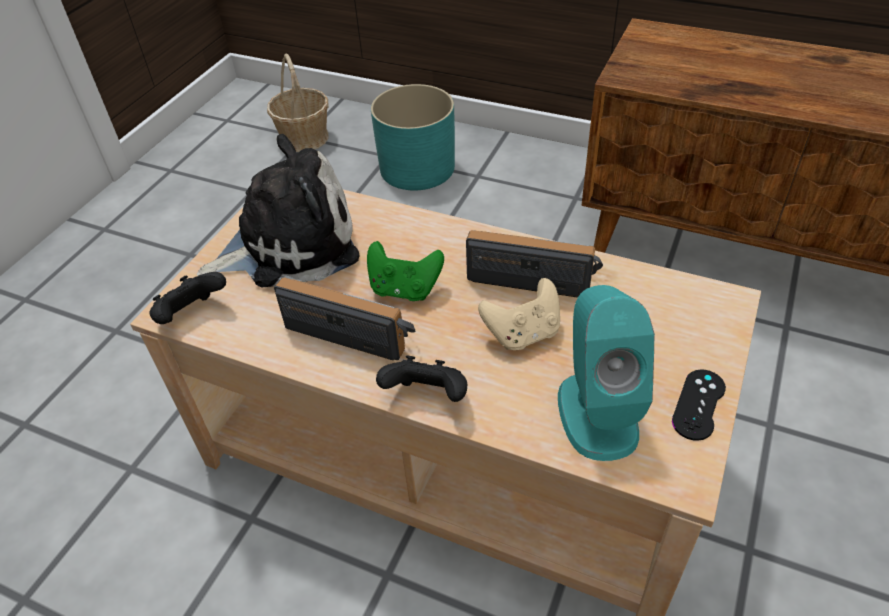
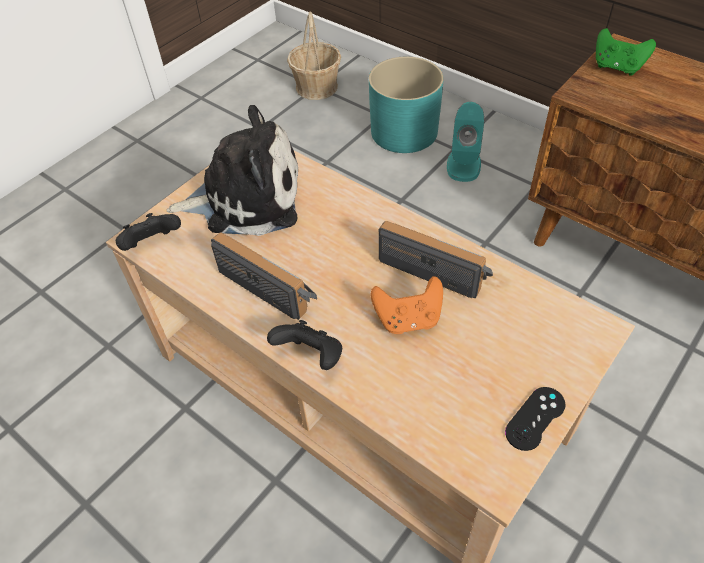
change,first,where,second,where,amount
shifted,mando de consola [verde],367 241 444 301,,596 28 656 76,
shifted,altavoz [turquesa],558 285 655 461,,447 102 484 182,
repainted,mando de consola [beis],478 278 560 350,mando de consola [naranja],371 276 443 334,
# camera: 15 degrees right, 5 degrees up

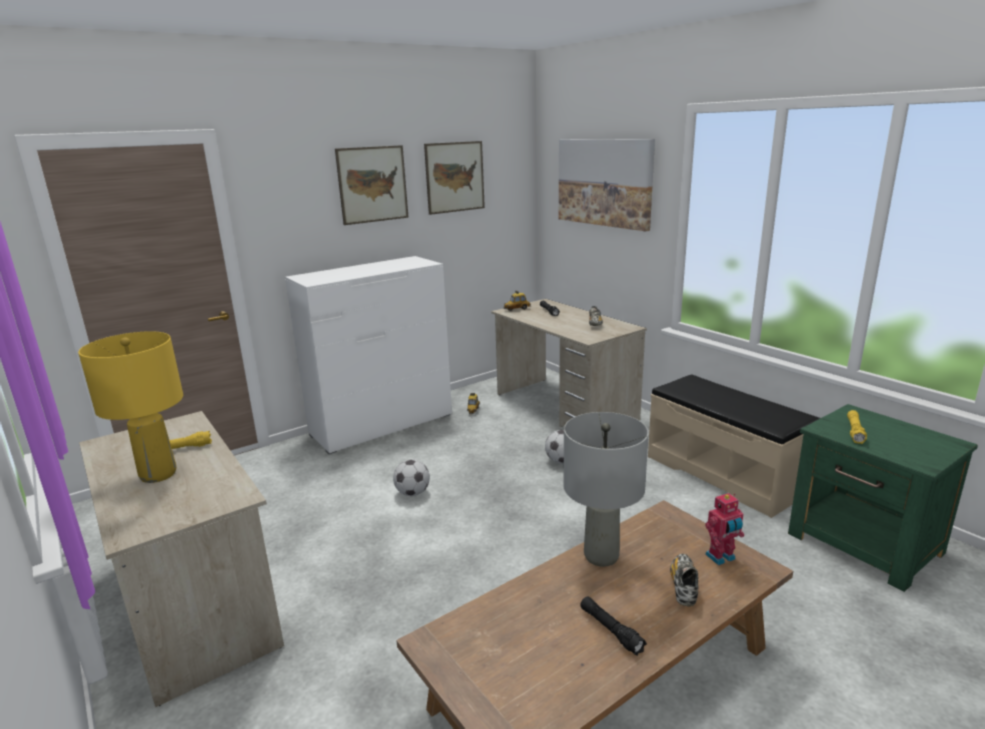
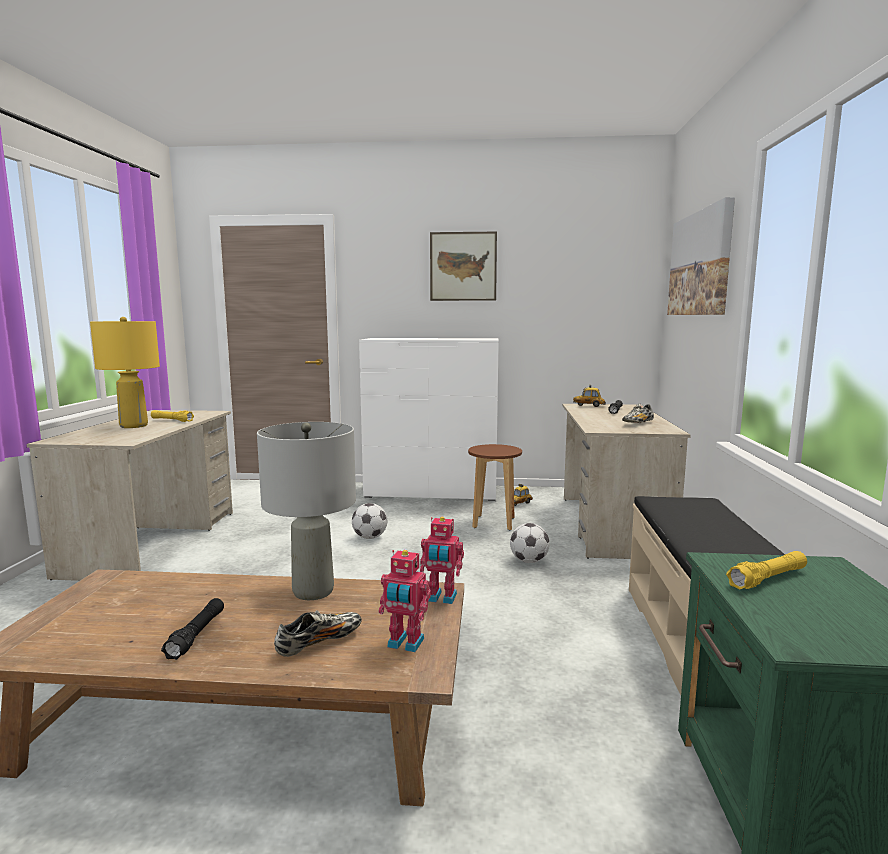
change,first,where,second,where,amount
gone,cuadro,424 141 485 215,,,
new,,,robot de juguete,420 517 464 604,
new,,,taburete [marrón],468 444 522 531,
# camera: 40 degrees right, 10 degrees down

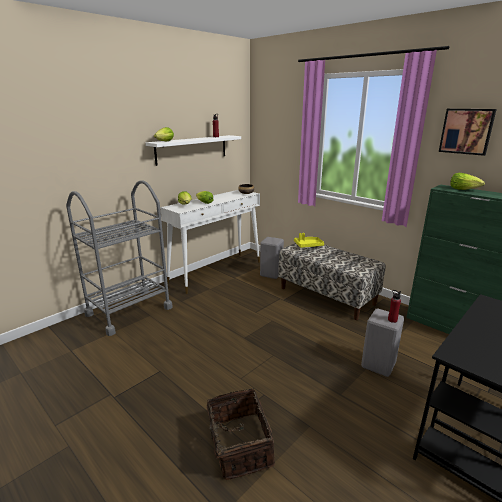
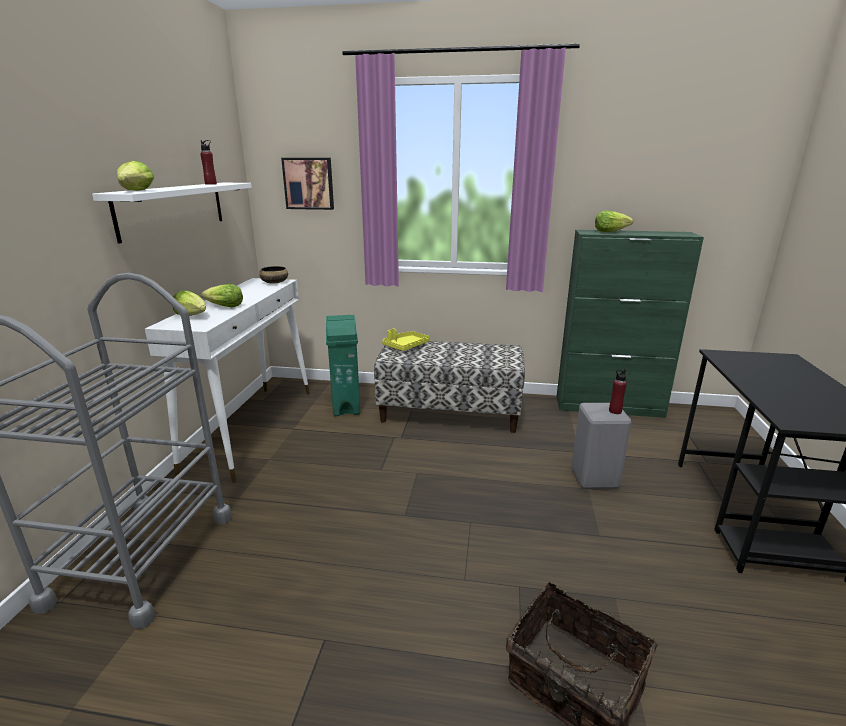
change,first,where,second,where,amount
shifted,cuadro,439 109 497 156,,281 158 334 210,
swapped,taburete [gris],260 237 284 279,papelera [verde],326 315 360 416,
# camera: 35 degrees left, 0 degrees up

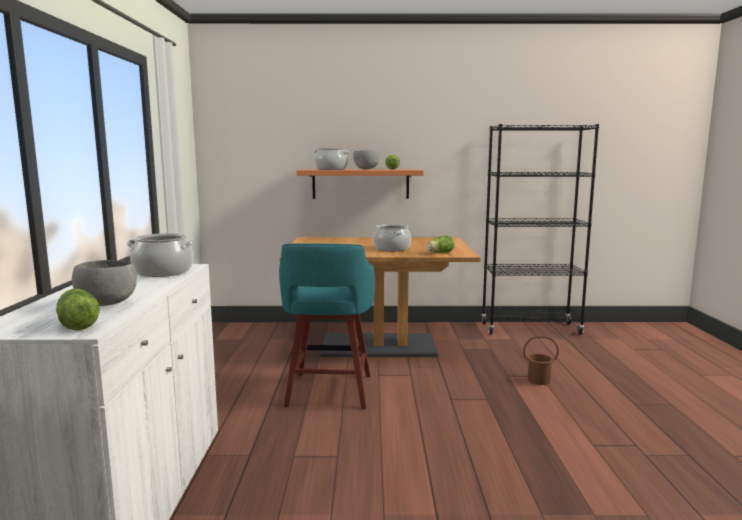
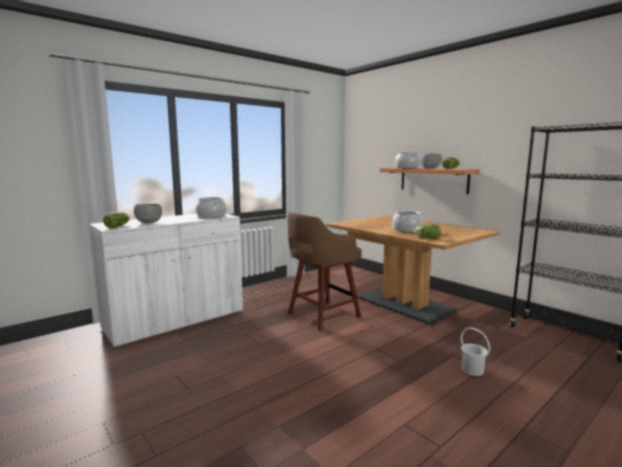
change,first,where,second,where,amount
repainted,taburete [turquesa],279 244 375 409,taburete [marrón],287 212 362 331,
repainted,cubo [marrón],523 336 559 385,cubo [blanco],461 327 490 376,
# camera: 50 degrees right, 0 degrees up

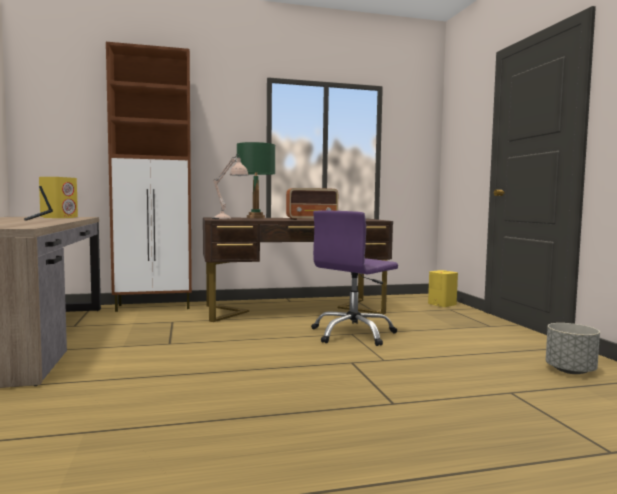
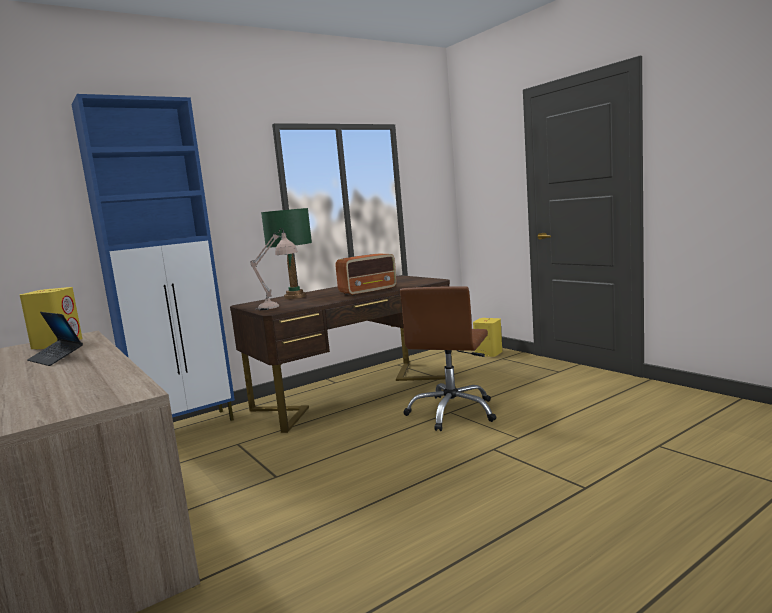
change,first,where,second,where,amount
gone,maceta [gris],546 323 600 374,,,
repainted,armario [marrón],106 42 192 312,armario [azul],72 94 235 421,
repainted,silla de oficina [morado],311 211 398 346,silla de oficina [marrón],400 286 496 431,
# camera: 20 degrees left, 5 degrees up

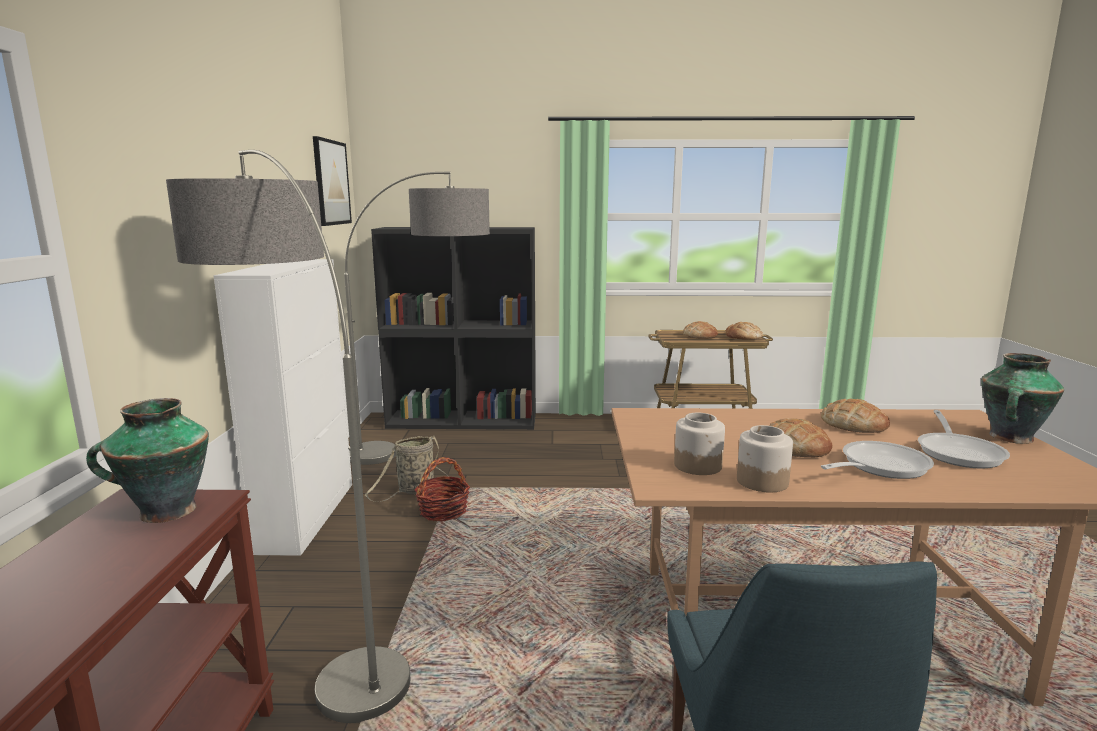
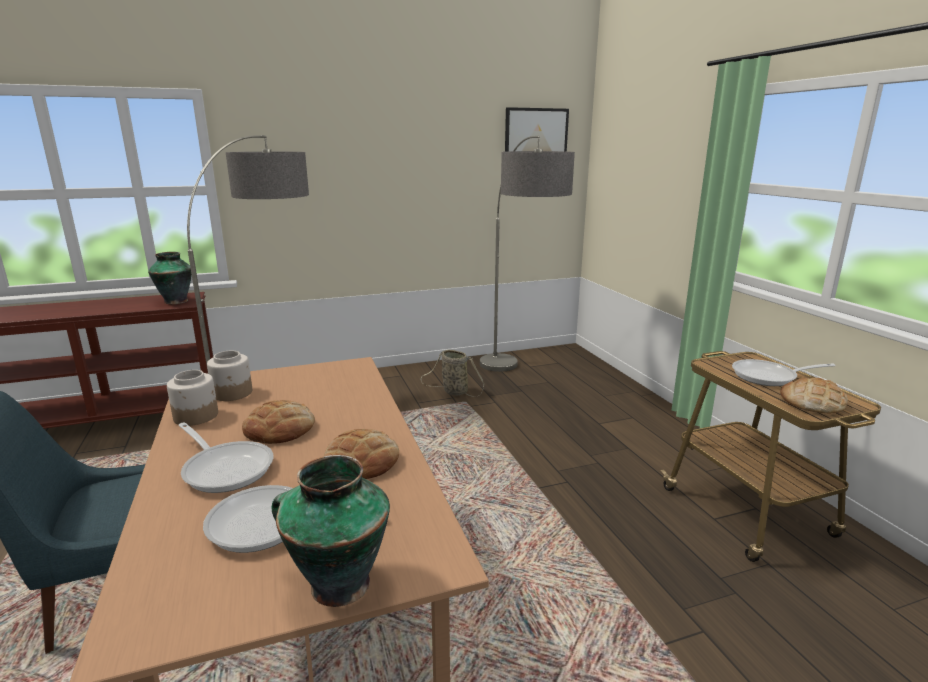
change,first,where,second,where,amount
gone,armario [blanco],213 259 352 556,,,
gone,estantería [negro],371 227 536 430,,,
gone,cesta,415 457 470 521,,,
swapped,pan,683 321 718 339,sartén,732 359 836 386,
# camera: 70 degrees right, 5 degrees up

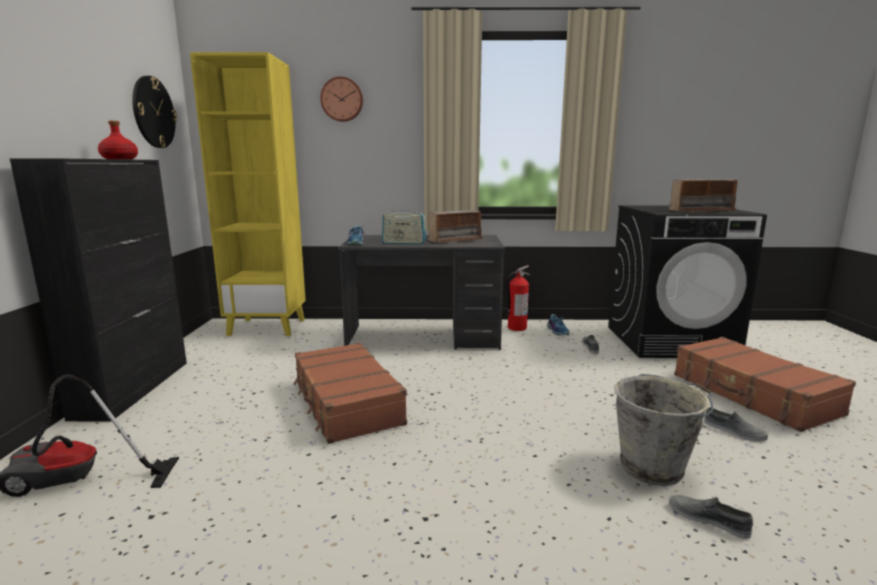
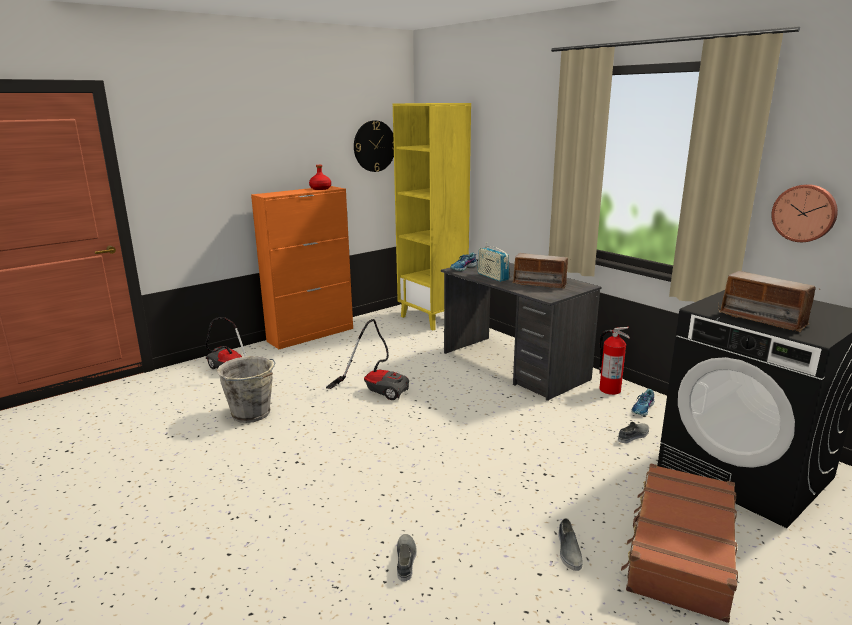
change,first,where,second,where,amount
shifted,reloj de pared,320 76 363 122,,771 184 838 242,
shifted,cubo [gris],614 374 713 486,,217 356 275 423,
swapped,maleta [marrón],293 342 407 444,aspiradora,326 319 409 400,
repainted,armario [negro],10 159 187 422,armario [naranja],251 186 353 349,
# camera: 50 degrees right, 5 degrees up

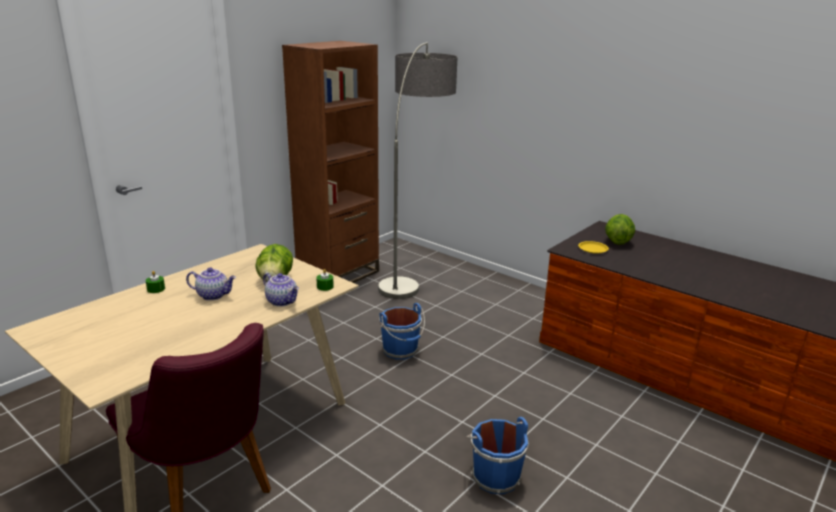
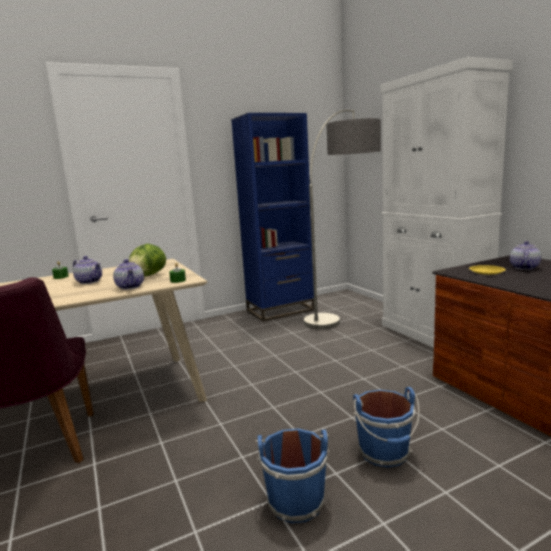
change,first,where,second,where,amount
new,,,armario [blanco],380 57 513 348,
shifted,cubo [azul],379 303 425 359,,353 387 420 468,
swapped,lechuga,605 214 635 245,tetera,510 241 541 270,
repainted,estantería [marrón],282 41 379 283,estantería [azul],231 113 314 321,
# camera: 25 degrees right, 10 degrees down

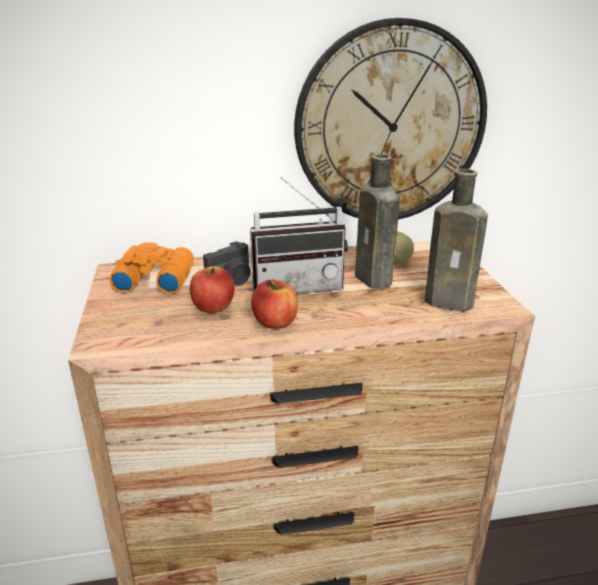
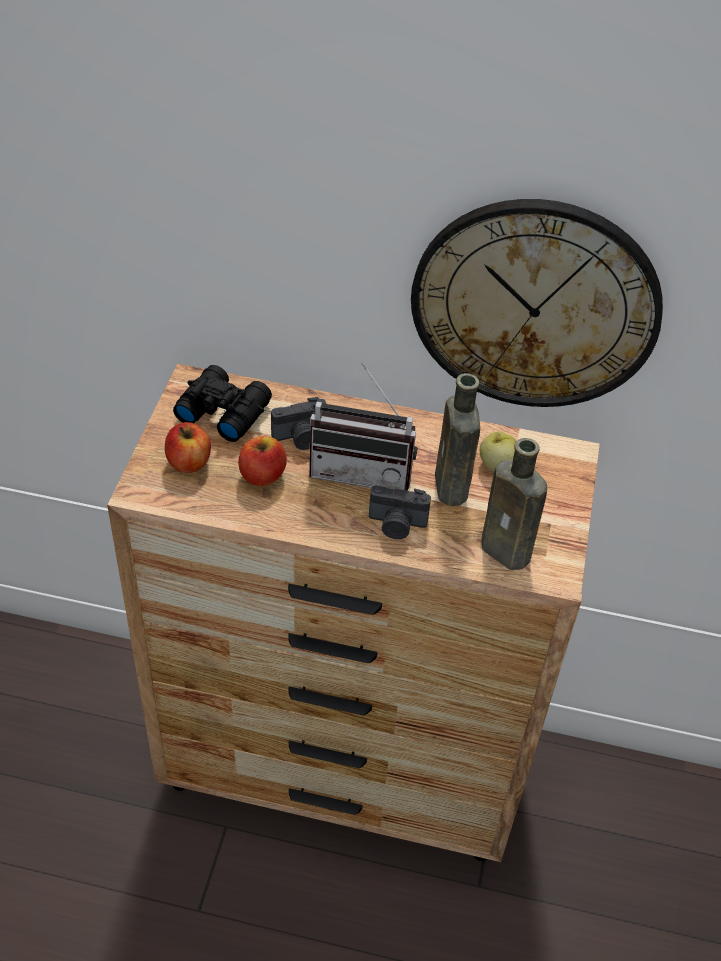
change,first,where,second,where,amount
new,,,cámara,369 485 431 539,
shifted,manzana,251 280 298 329,,165 422 211 473,
repainted,prismáticos [naranja],110 242 194 294,prismáticos [negro],173 365 272 442,
# camera: 20 degrees right, 20 degrees up

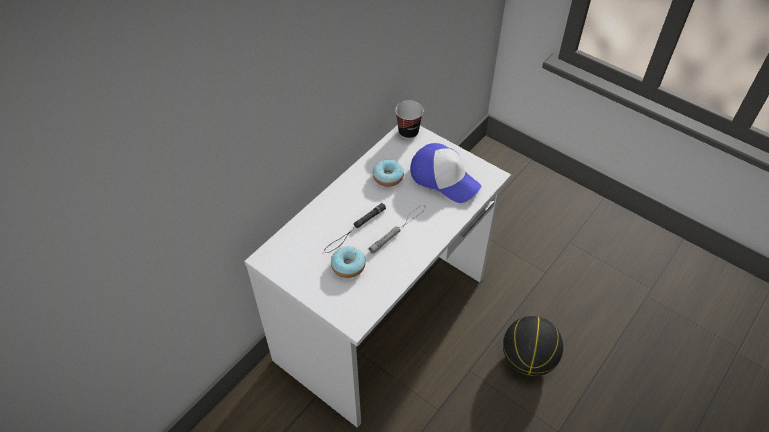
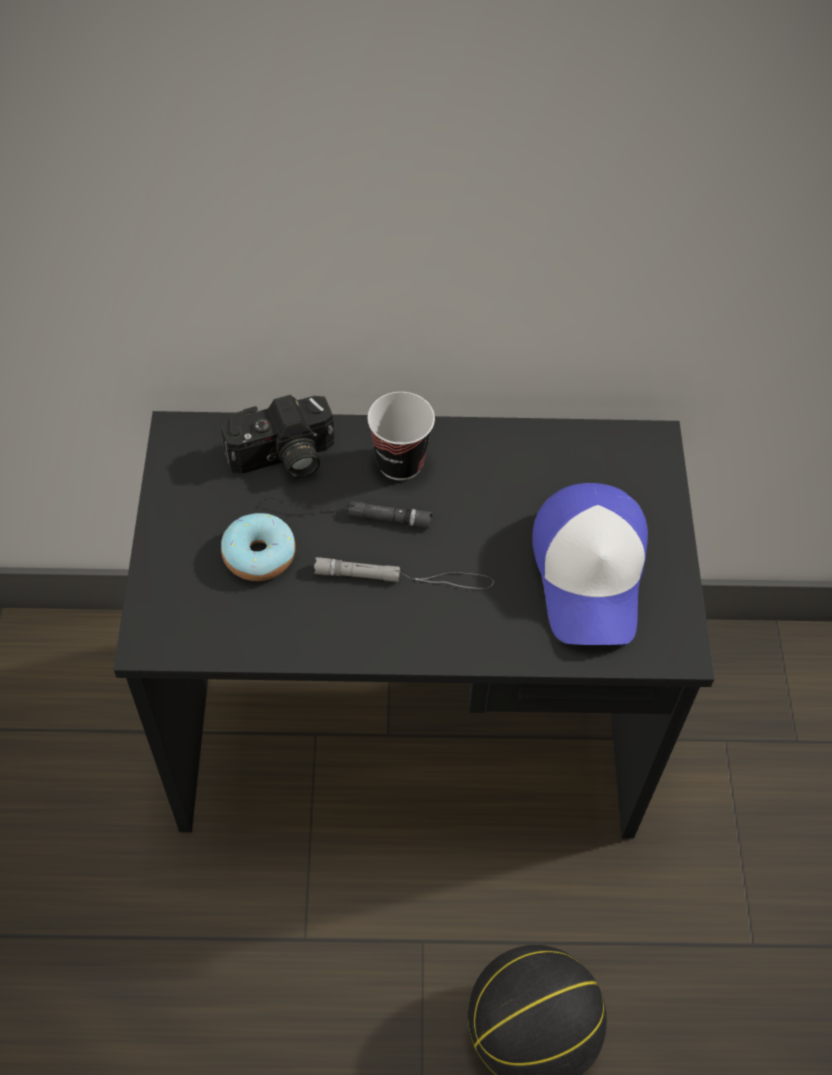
change,first,where,second,where,amount
gone,rosquilla,372 160 404 187,,,
new,,,cámara,221 395 334 478,
shifted,taza,395 101 423 139,,368 392 435 480,
repainted,escritorio [blanco],244 125 511 428,escritorio [negro],114 411 714 839,
# camera: 50 degrees right, 5 degrees up

